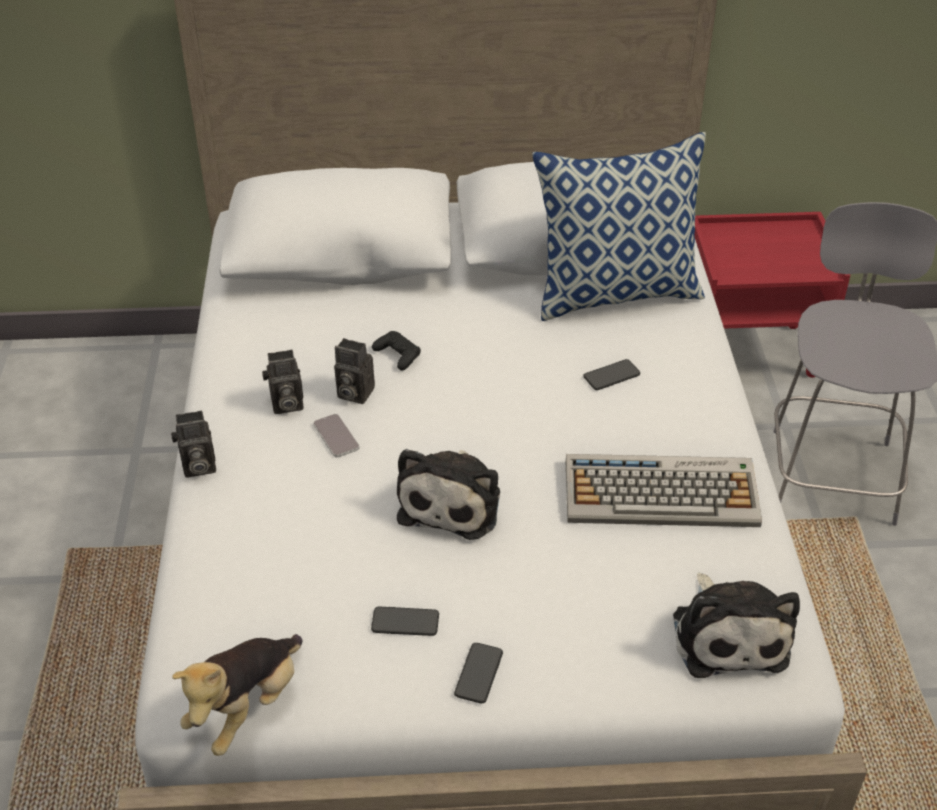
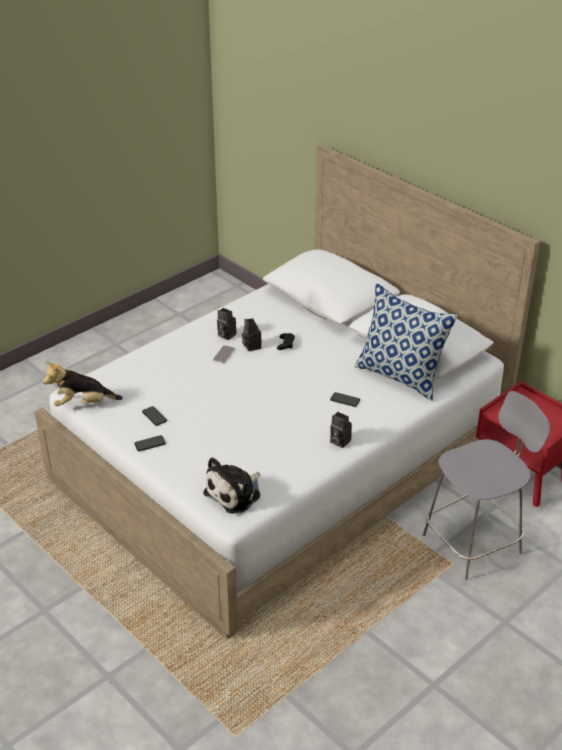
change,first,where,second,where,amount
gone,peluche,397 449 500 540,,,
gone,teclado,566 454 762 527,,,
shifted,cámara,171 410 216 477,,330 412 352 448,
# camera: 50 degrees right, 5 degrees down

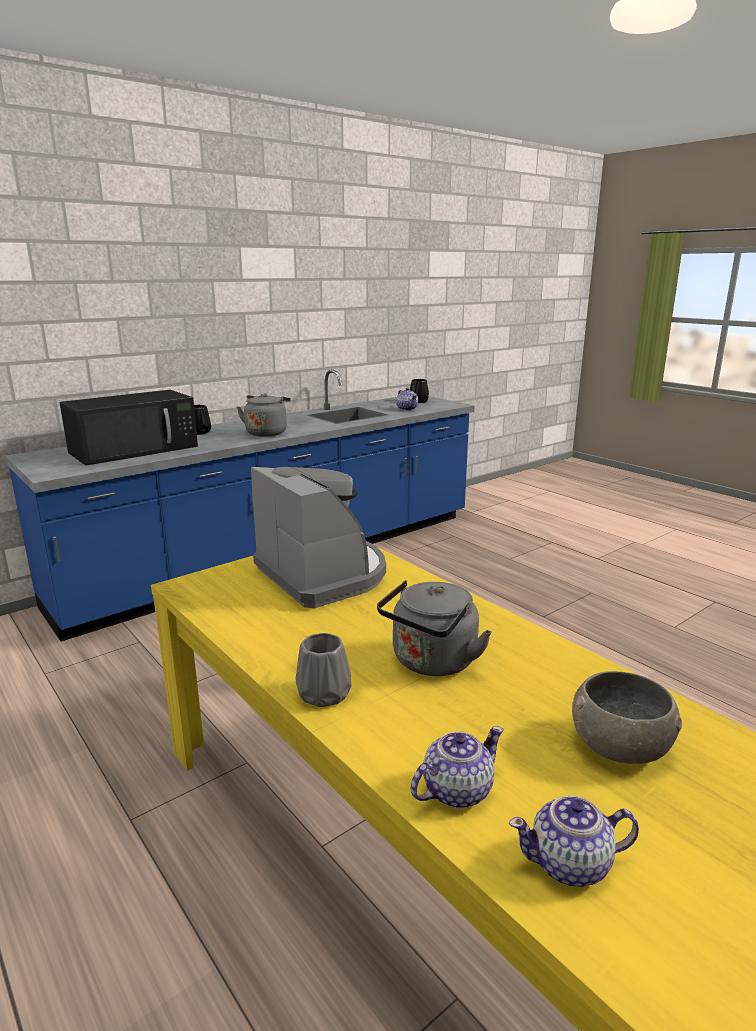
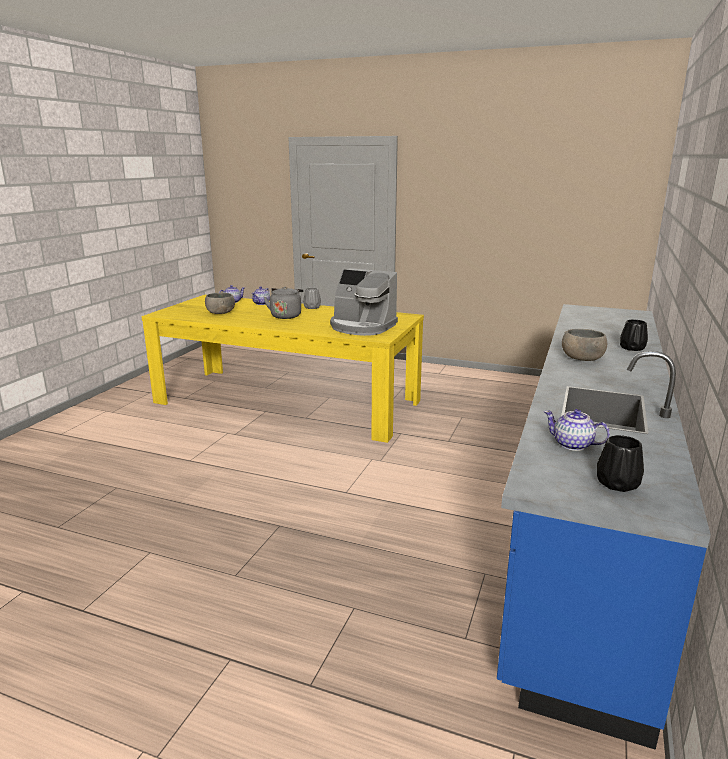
change,first,where,second,where,amount
gone,microondas [negro],60 390 198 466,,,
swapped,hervidor [gris],237 393 291 437,cuenco [gris],562 329 607 361,
# camera: 150 degrees right, 0 degrees up

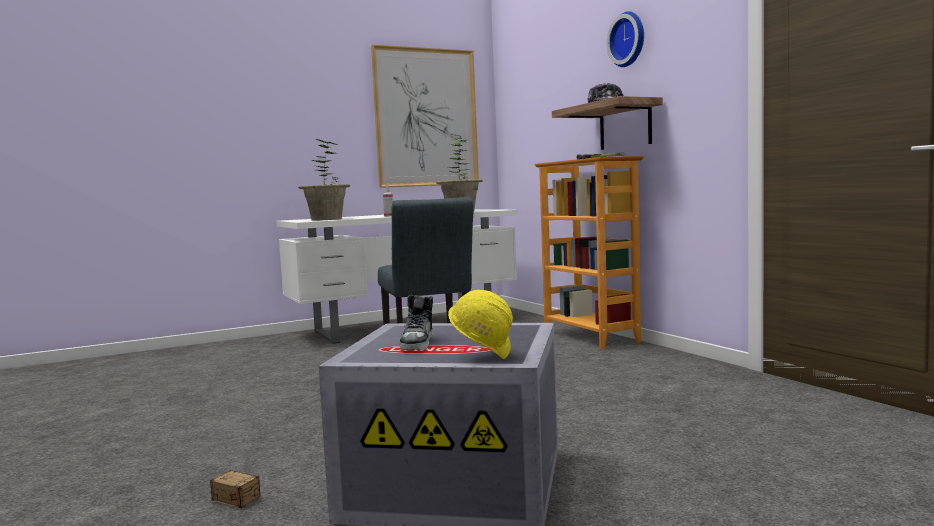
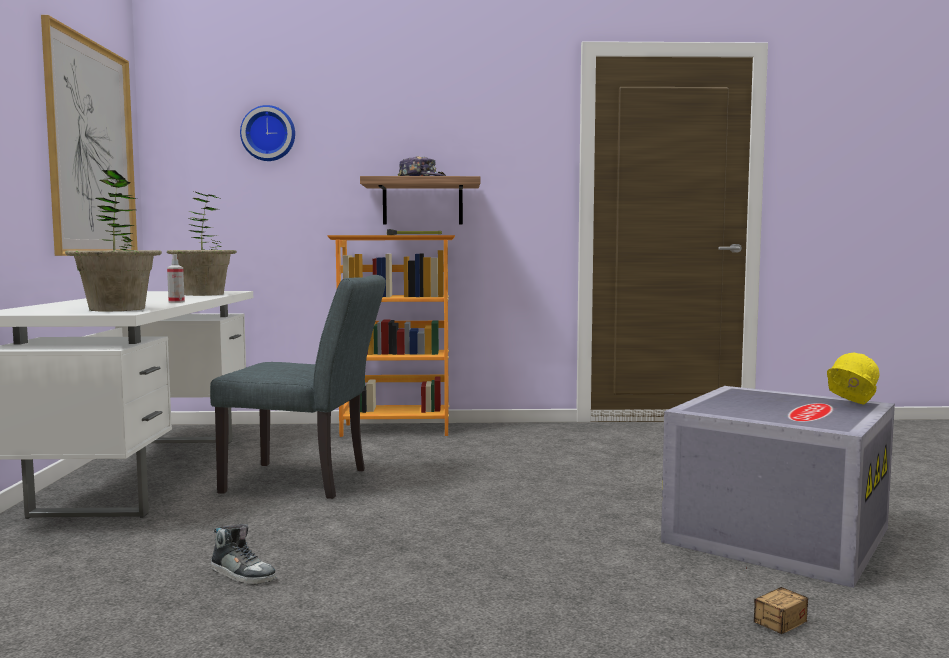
change,first,where,second,where,amount
shifted,zapato,399 295 433 350,,211 524 276 585,
shifted,reloj de pared,606 11 644 67,,240 105 295 161,
# camera: 65 degrees left, 0 degrees up

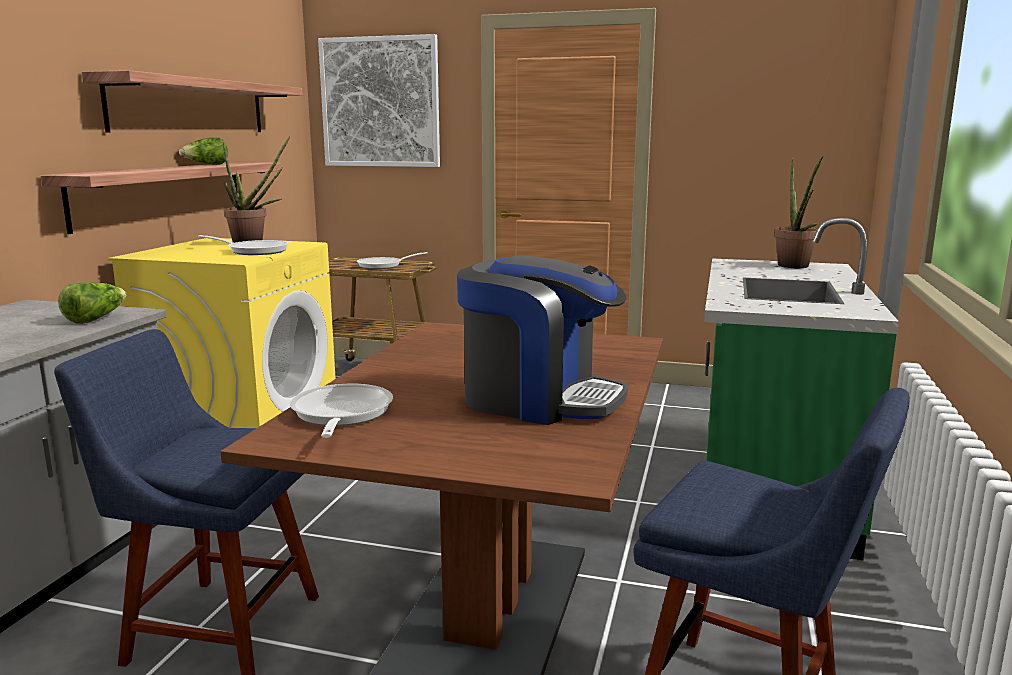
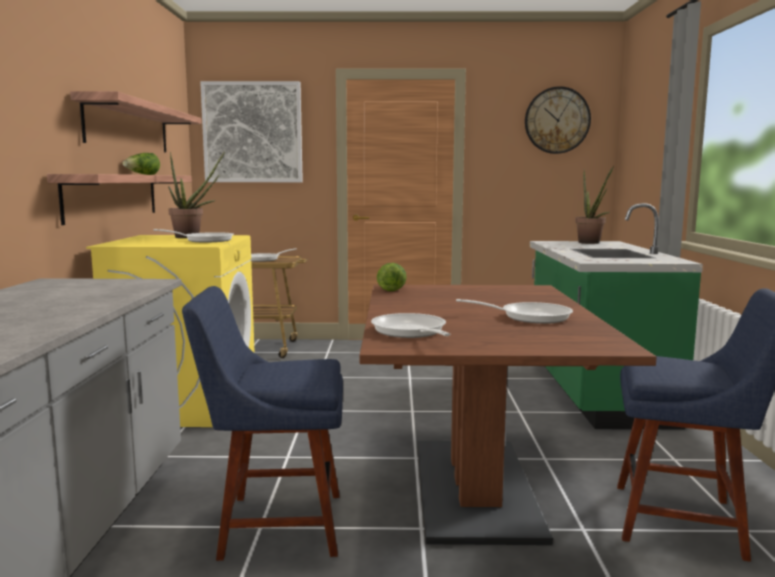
change,first,where,second,where,amount
new,,,reloj de pared,525 86 591 154,
shifted,lechuga,58 282 127 324,,377 263 407 291,
swapped,cafetera,457 255 628 425,sartén,456 299 573 324,
# camera: 15 degrees left, 5 degrees down

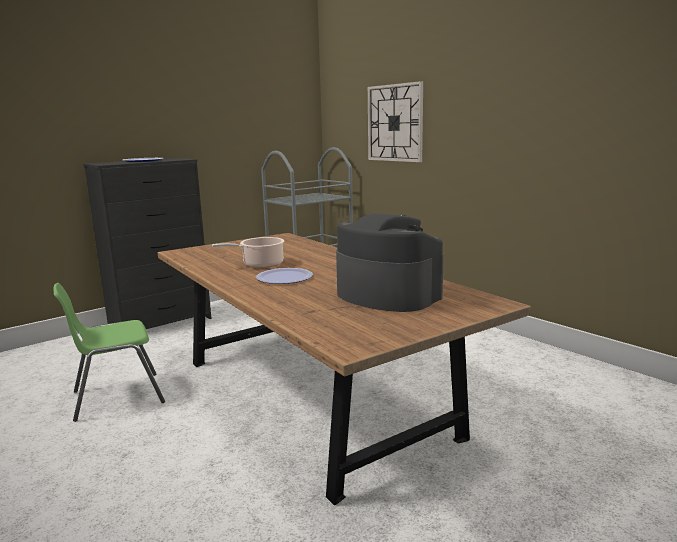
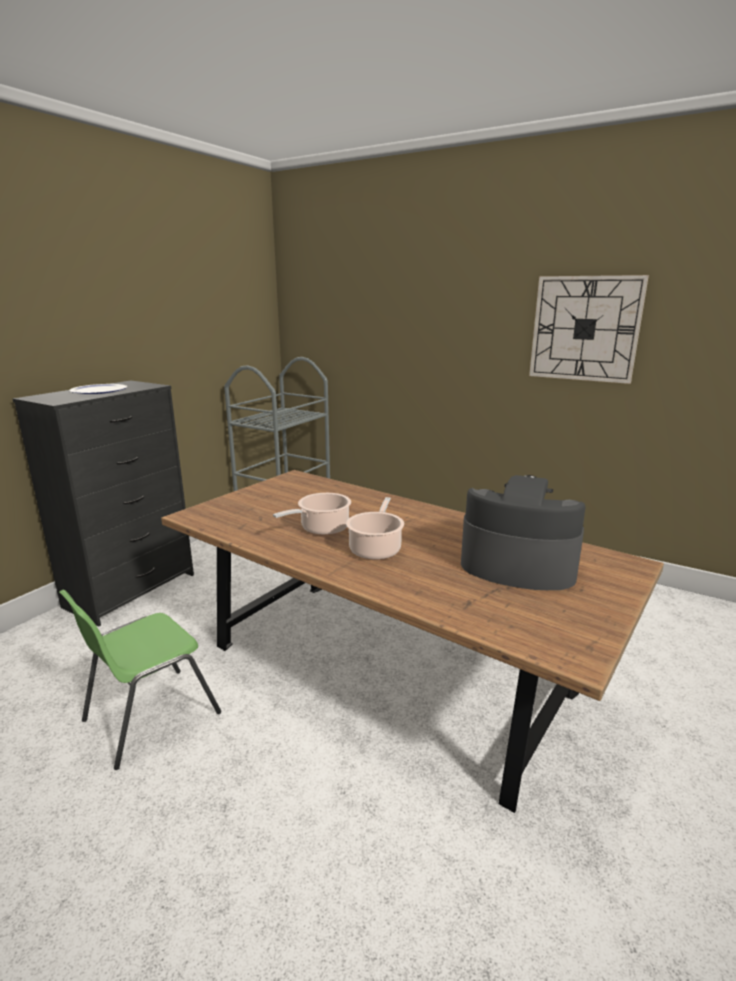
change,first,where,second,where,amount
shifted,reloj de pared,368 81 423 162,,529 275 649 384,
swapped,plato,256 268 313 284,olla,346 497 404 560,
# camera: 20 degrees left, 5 degrees up

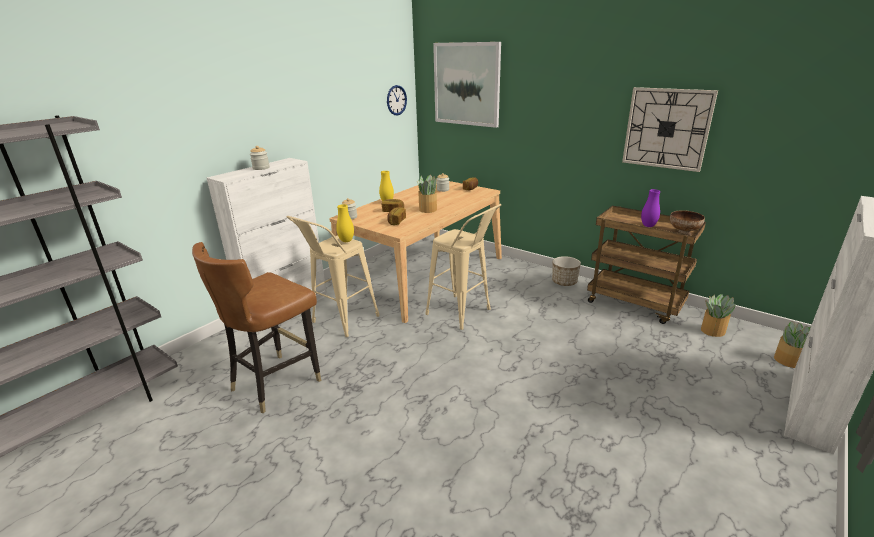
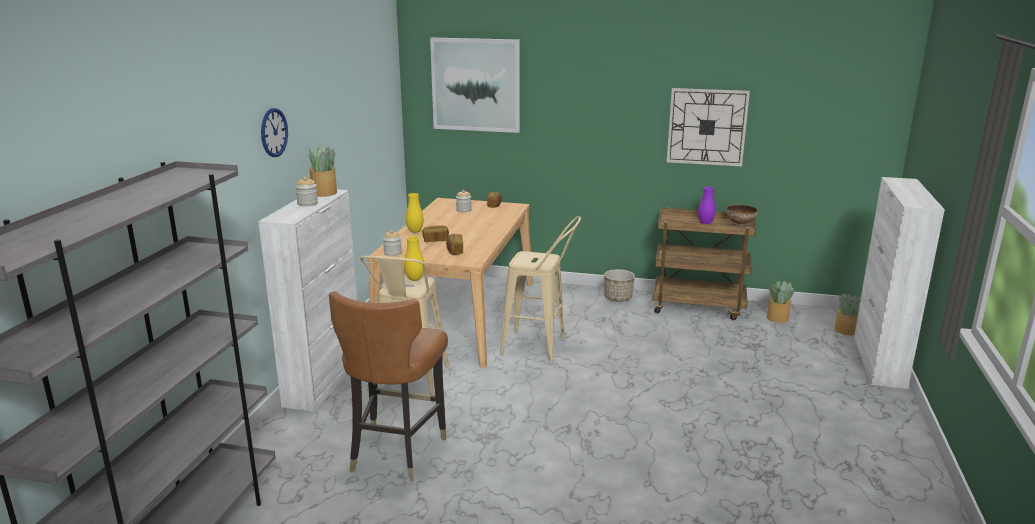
change,first,where,second,where,amount
shifted,reloj de pared,387 85 407 115,,261 108 288 157,
shifted,planta en maceta,417 175 437 213,,308 146 337 197,
# camera: 25 degrees left, 5 degrees down

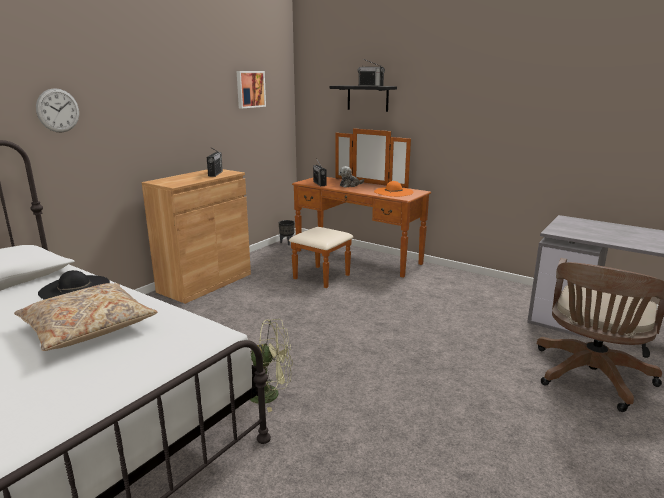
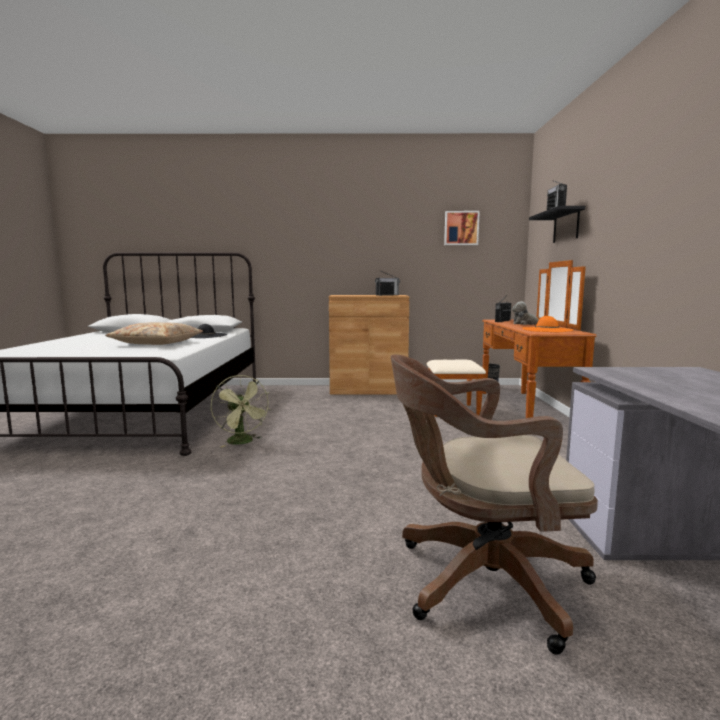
change,first,where,second,where,amount
gone,reloj de pared,36 88 79 132,,,
# camera: 55 degrees right, 10 degrees down

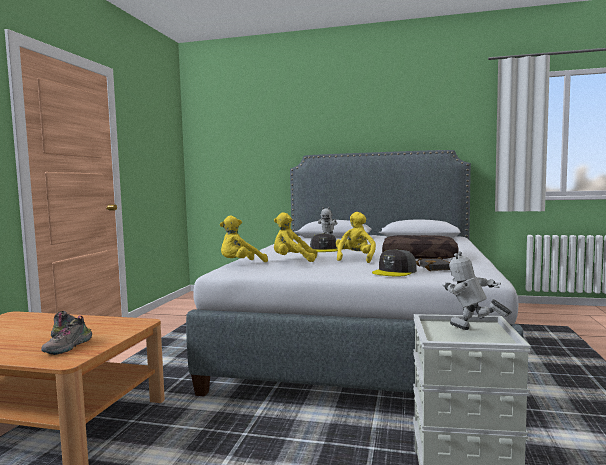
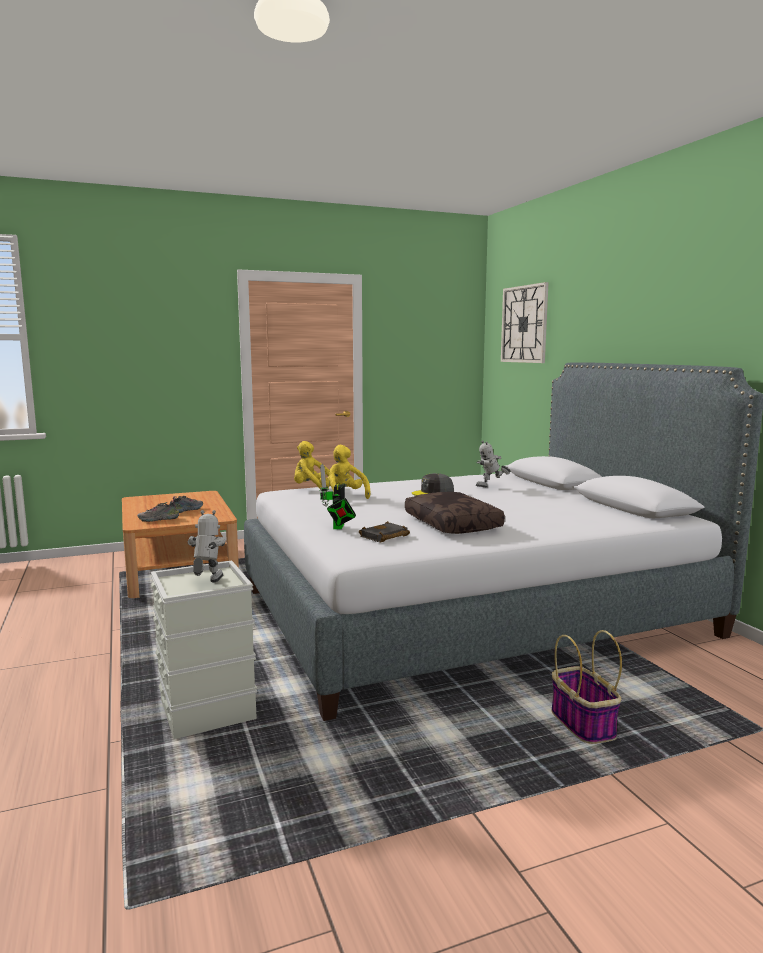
change,first,where,second,where,amount
gone,peluche [amarillo],335 212 376 263,,,
new,,,reloj de pared,501 282 549 363,
new,,,cesta,552 630 622 744,
swapped,gorra [gris],372 249 417 276,robot de juguete,320 464 356 529,
# camera: 55 degrees right, 5 degrees up

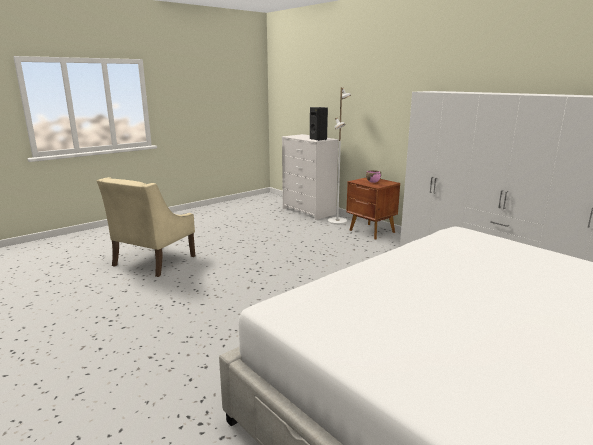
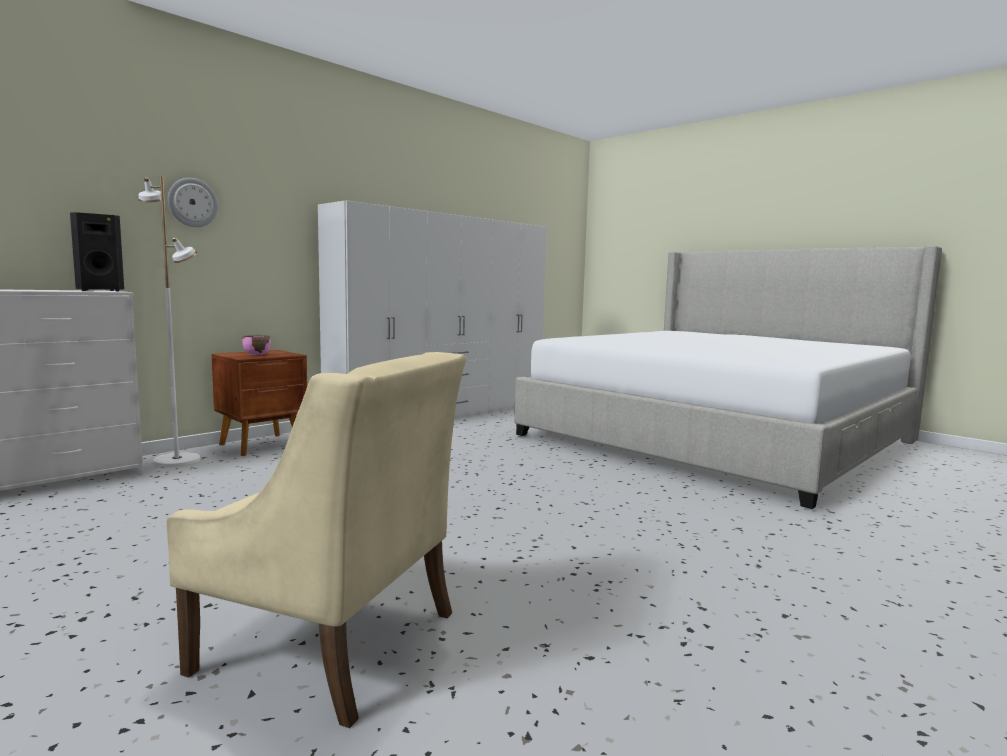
change,first,where,second,where,amount
new,,,reloj de pared,168 178 218 227,
# camera: 95 degrees left, 10 degrees down

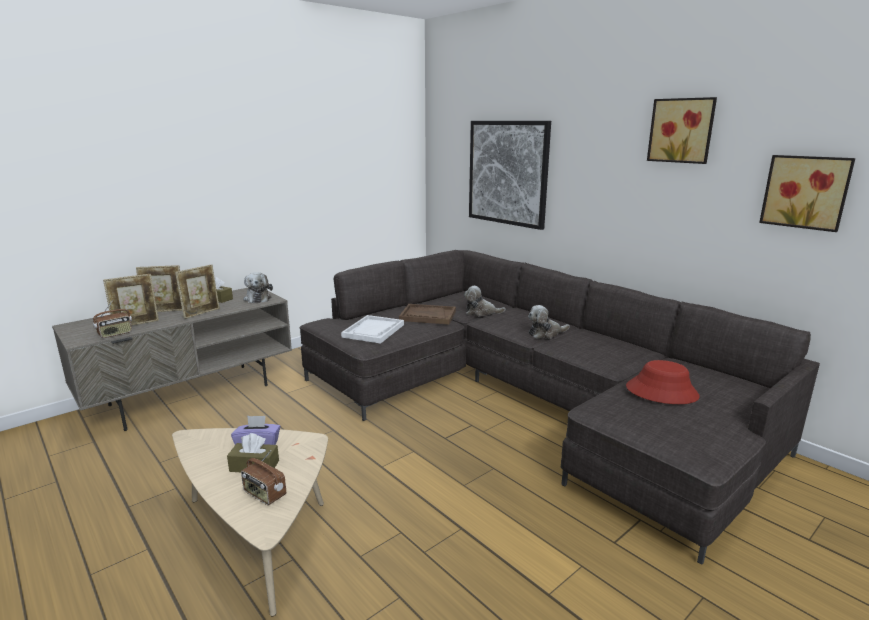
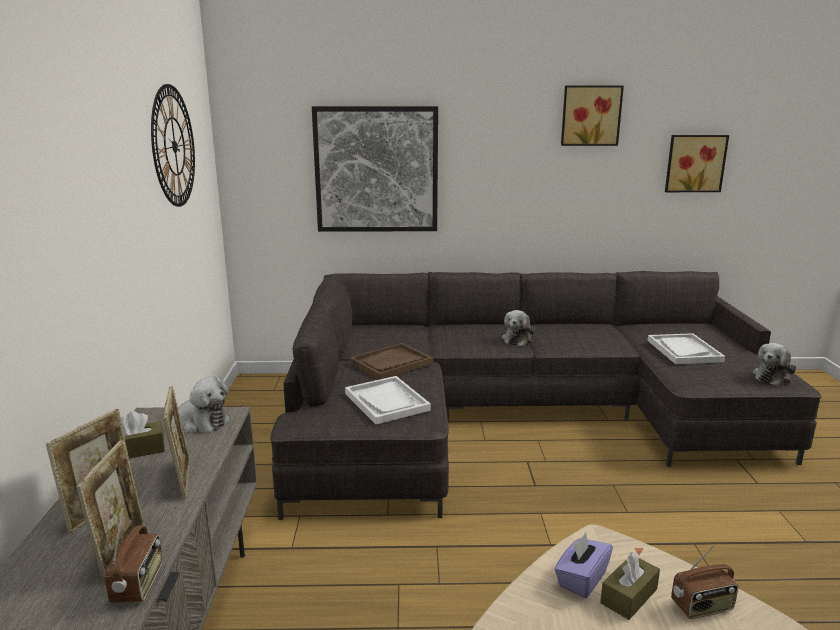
change,first,where,second,where,amount
new,,,reloj de pared,151 84 195 207,
shifted,peluche,464 286 506 316,,753 343 796 386,
swapped,sombrero [rojo],626 360 700 404,bandeja [blanco],647 333 725 364,
# camera: 50 degrees left, 0 degrees up

